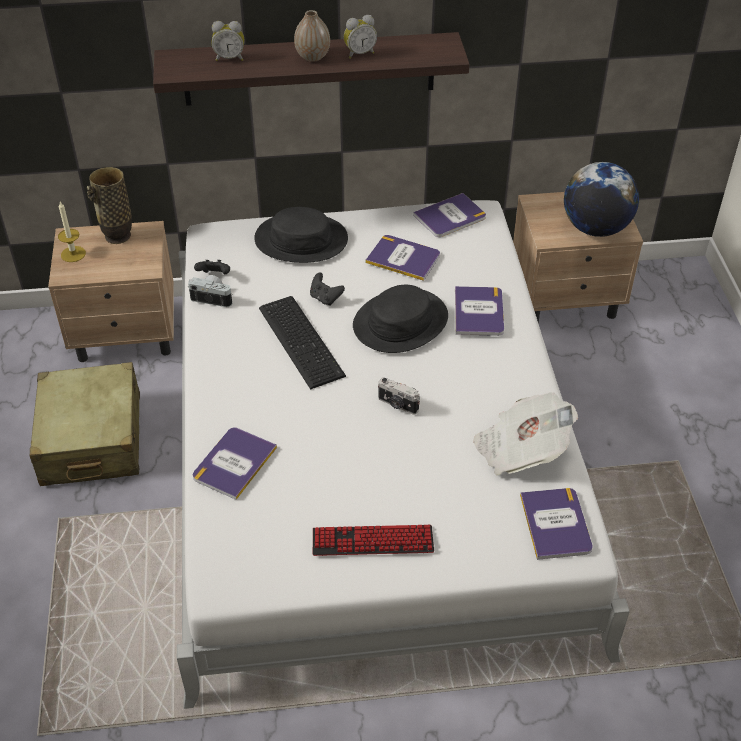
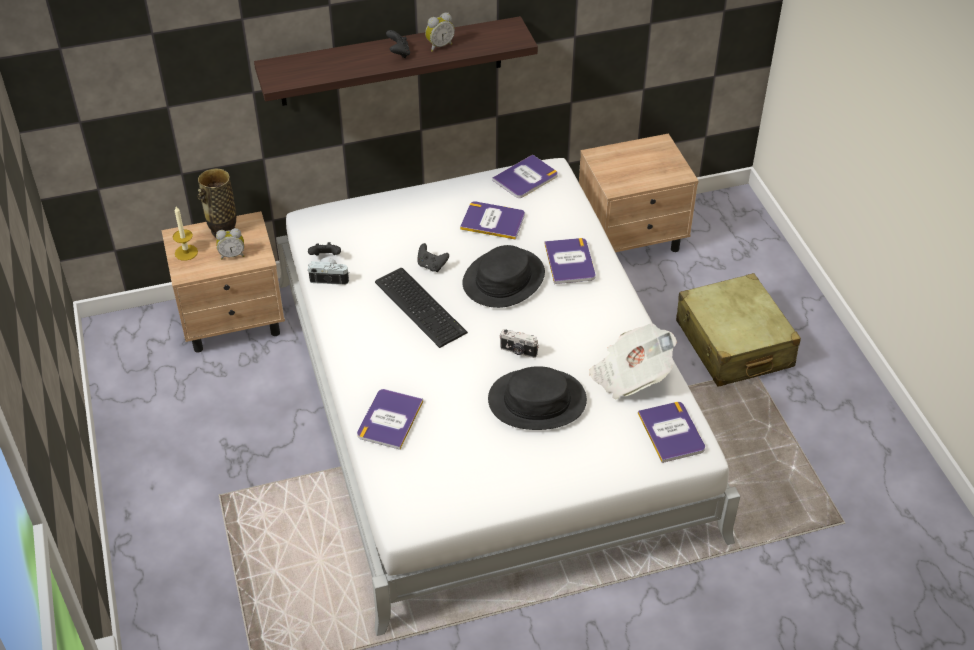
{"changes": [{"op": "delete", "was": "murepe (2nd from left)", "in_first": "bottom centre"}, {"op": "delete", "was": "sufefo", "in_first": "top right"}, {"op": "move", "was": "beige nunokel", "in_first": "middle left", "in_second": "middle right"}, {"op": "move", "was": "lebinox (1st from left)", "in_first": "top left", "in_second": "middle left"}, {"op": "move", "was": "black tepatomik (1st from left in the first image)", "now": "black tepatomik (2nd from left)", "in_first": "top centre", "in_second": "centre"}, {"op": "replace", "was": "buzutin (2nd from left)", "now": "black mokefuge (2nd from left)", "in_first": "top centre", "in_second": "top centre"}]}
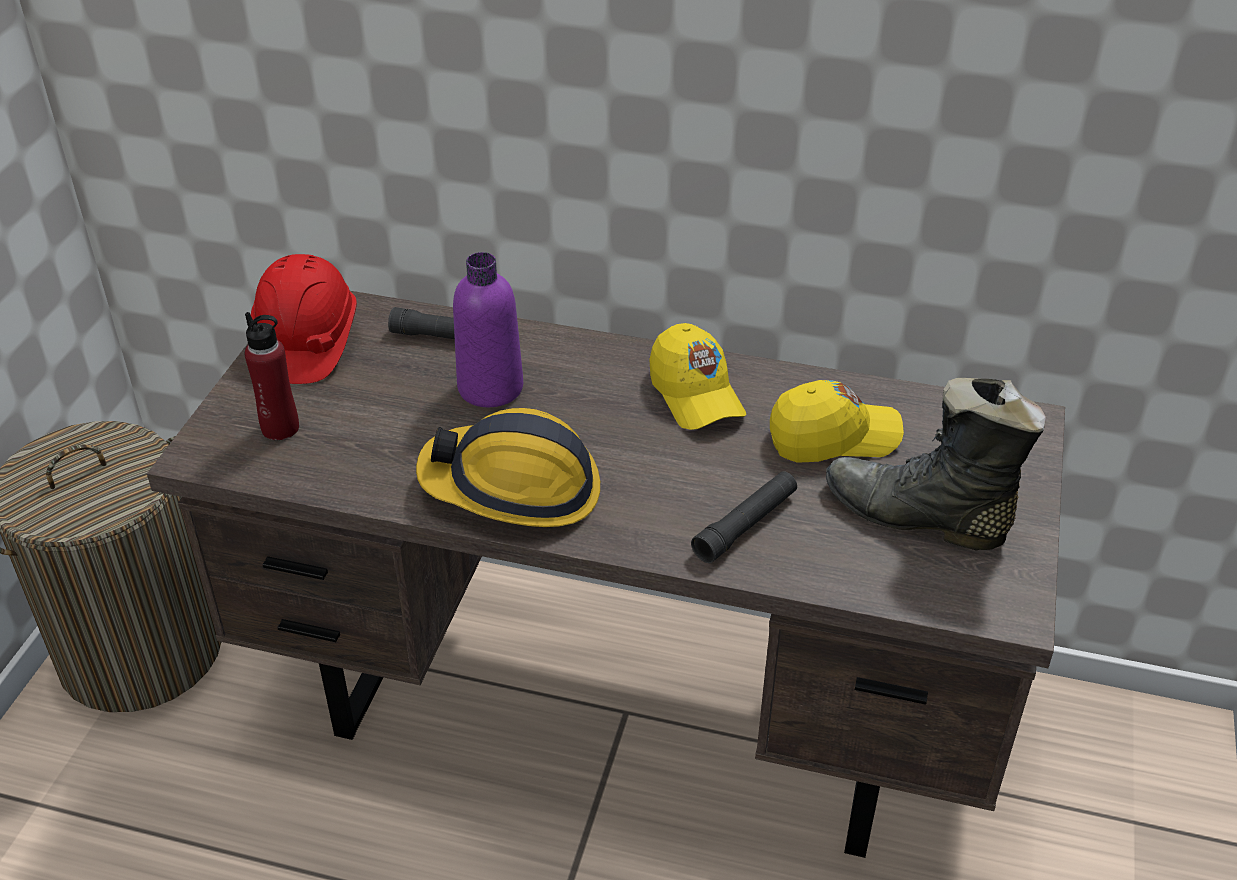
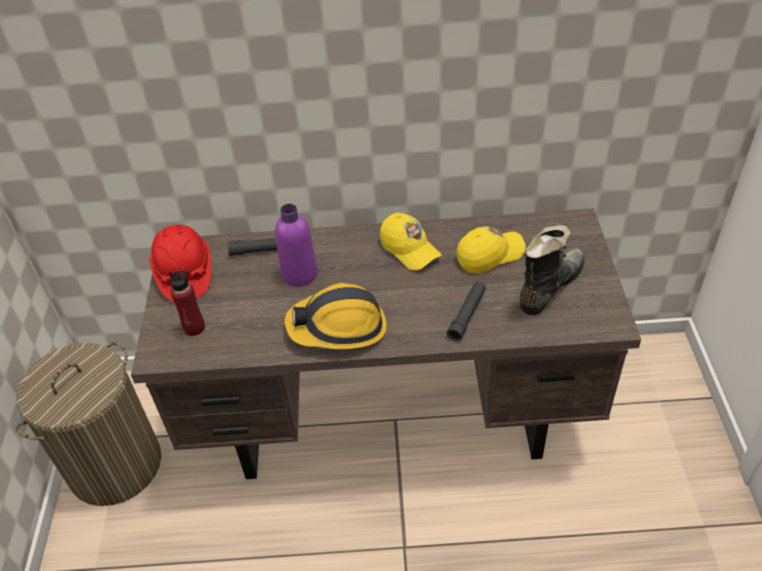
{"changes": [{"op": "rotate", "was": "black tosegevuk", "in_first": "middle right", "in_second": "middle right", "clockwise": 120}]}
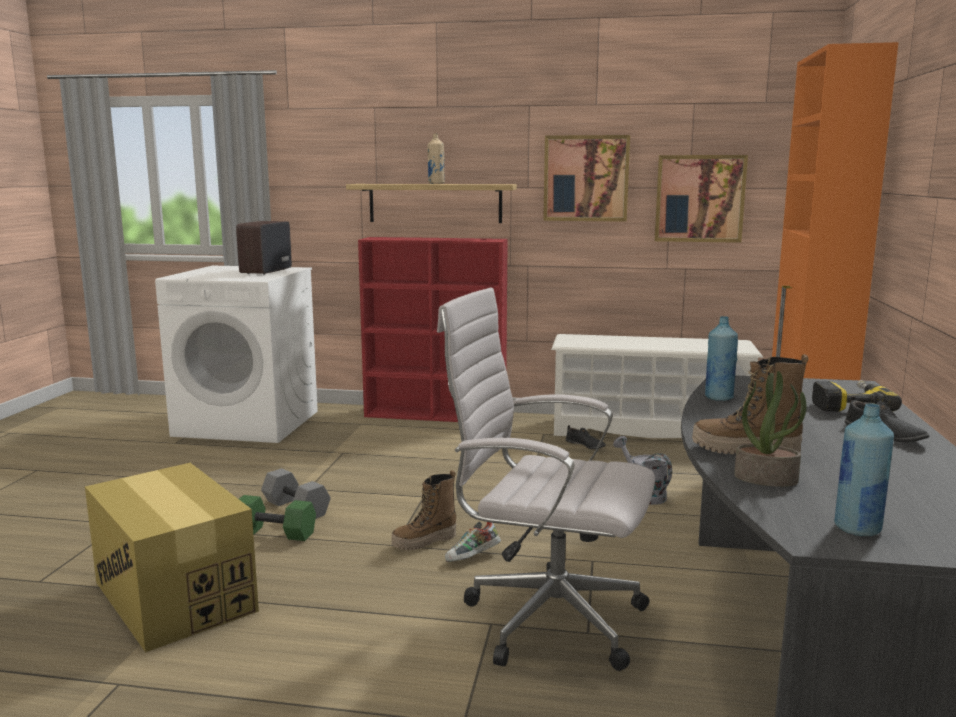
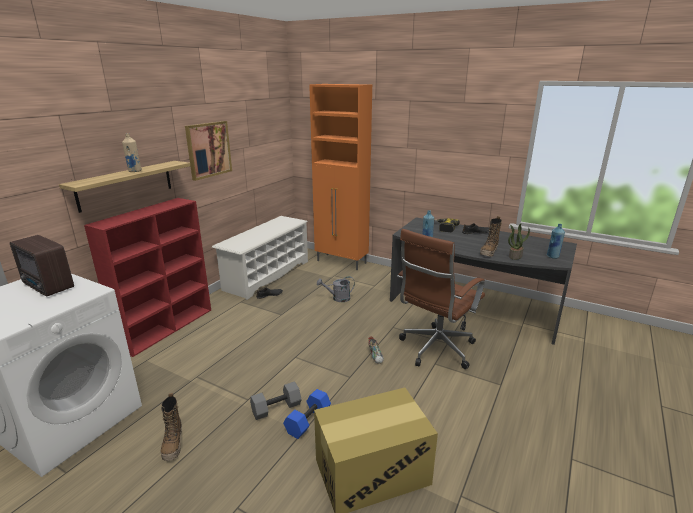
{"changes": [{"op": "delete", "was": "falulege (2nd from left)", "in_first": "top right"}, {"op": "move", "was": "tosegevuk (1st from left)", "in_first": "bottom centre", "in_second": "bottom left"}, {"op": "recolor", "was": "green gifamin", "now": "blue gifamin", "in_first": "bottom left", "in_second": "bottom centre"}, {"op": "recolor", "was": "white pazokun", "now": "brown pazokun", "in_first": "bottom centre", "in_second": "centre"}]}
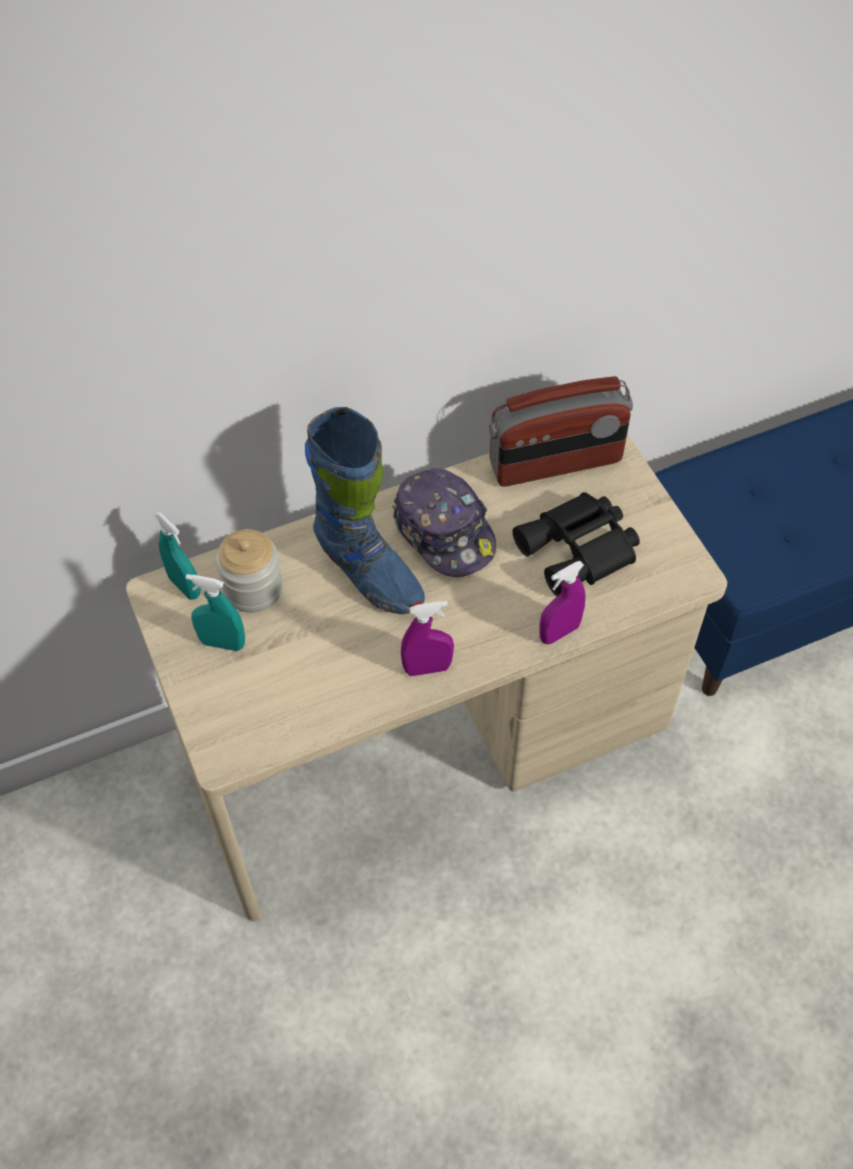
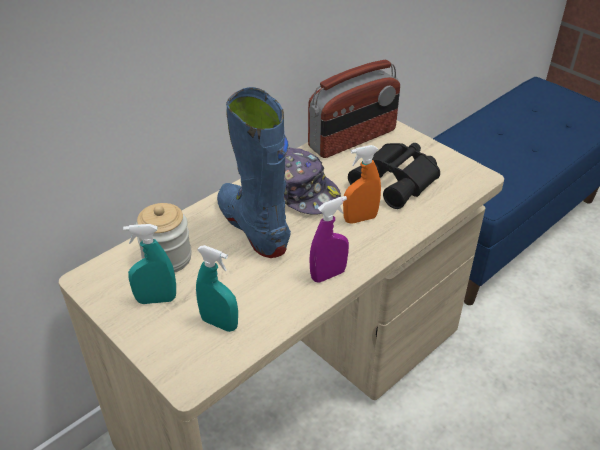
{"changes": [{"op": "delete", "was": "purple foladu (2nd from left)", "in_first": "centre"}, {"op": "insert", "now": "orange foladu", "in_second": "centre"}, {"op": "move", "was": "turquoise foladu (1st from left in the first image)", "now": "turquoise foladu (2nd from left)", "in_first": "middle left", "in_second": "centre"}, {"op": "rotate", "was": "blue tosegevuk", "in_first": "centre", "in_second": "centre", "clockwise": -150}]}
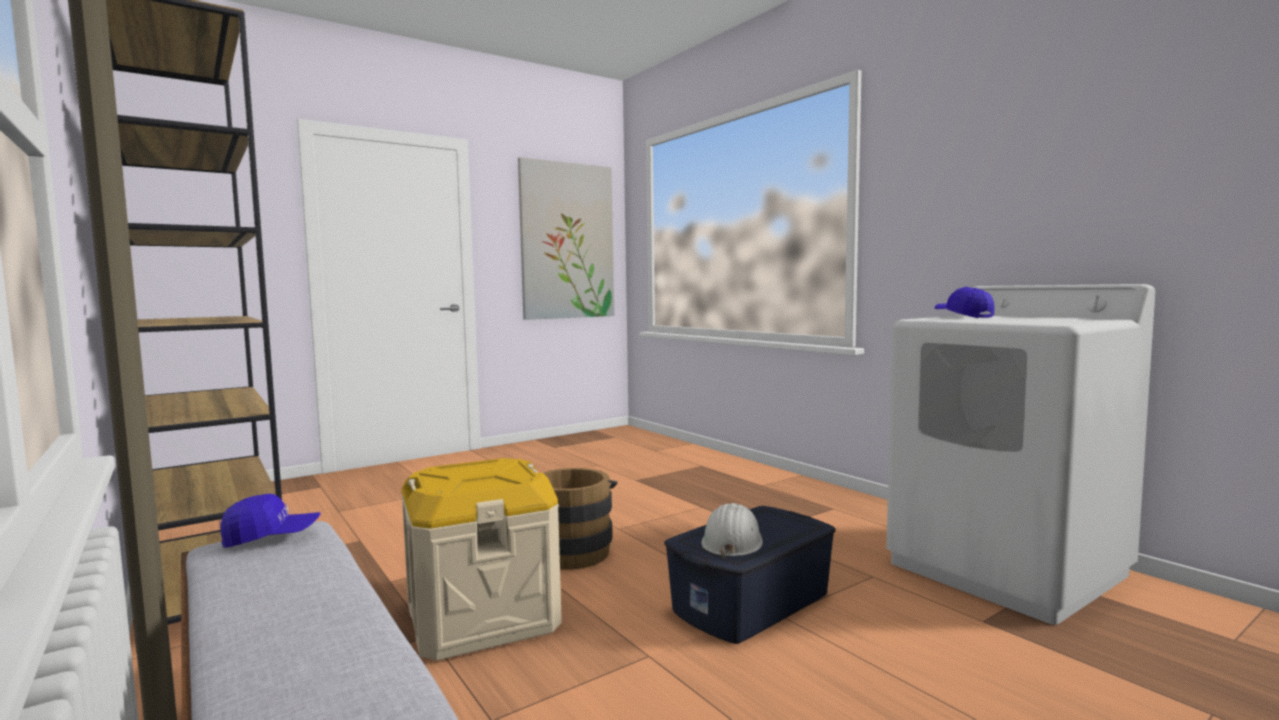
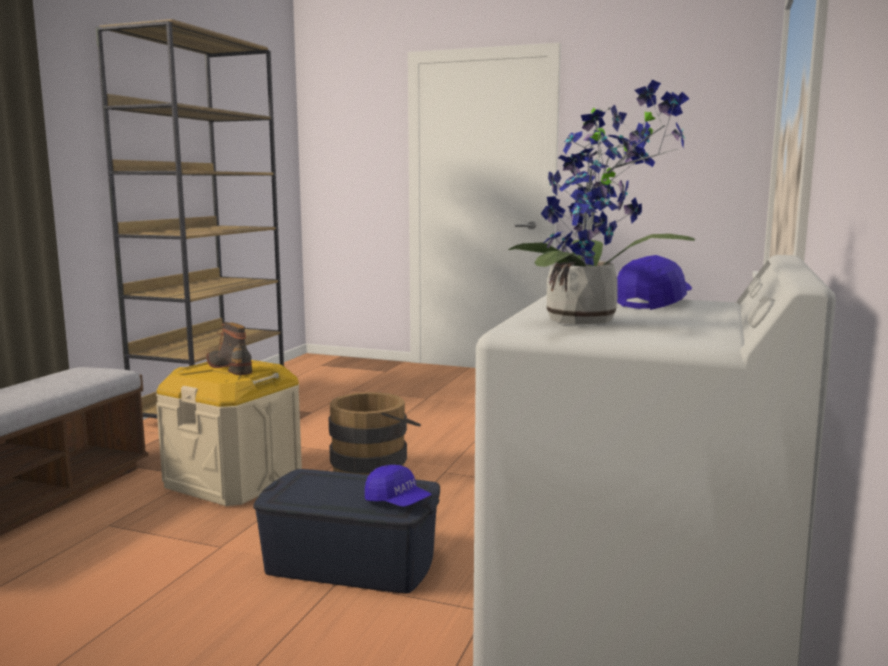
{"changes": [{"op": "delete", "was": "falulege", "in_first": "top centre"}, {"op": "delete", "was": "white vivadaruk", "in_first": "bottom centre"}, {"op": "insert", "now": "tosegevuk", "in_second": "middle left"}, {"op": "insert", "now": "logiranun", "in_second": "top right"}, {"op": "move", "was": "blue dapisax (1st from left)", "in_first": "bottom left", "in_second": "bottom centre"}]}
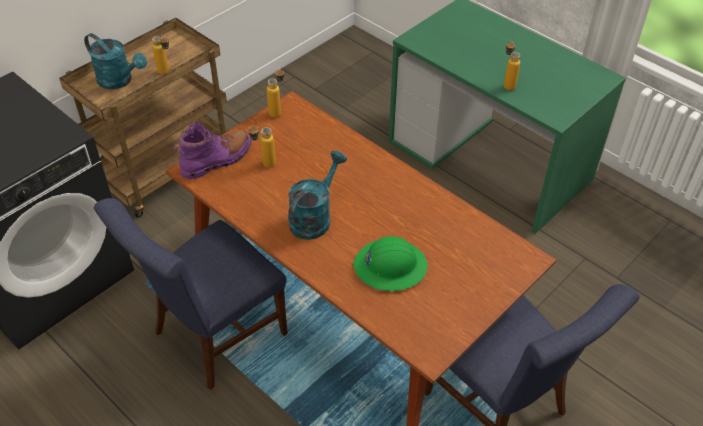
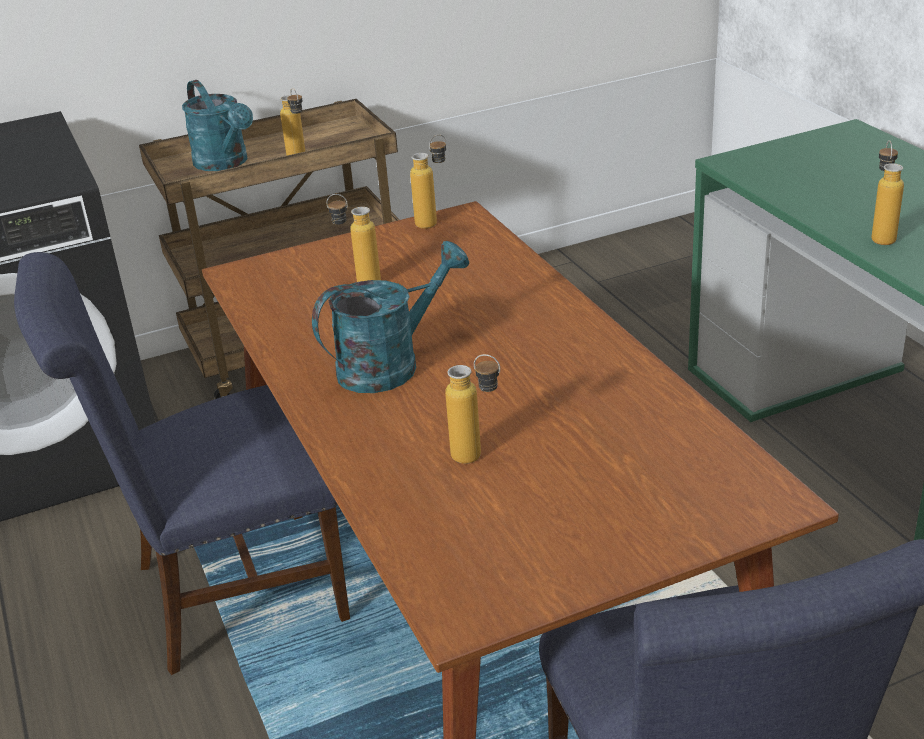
{"changes": [{"op": "delete", "was": "purple tosegevuk", "in_first": "middle left"}, {"op": "replace", "was": "green vivadaruk", "now": "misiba (4th from left)", "in_first": "centre", "in_second": "centre"}]}
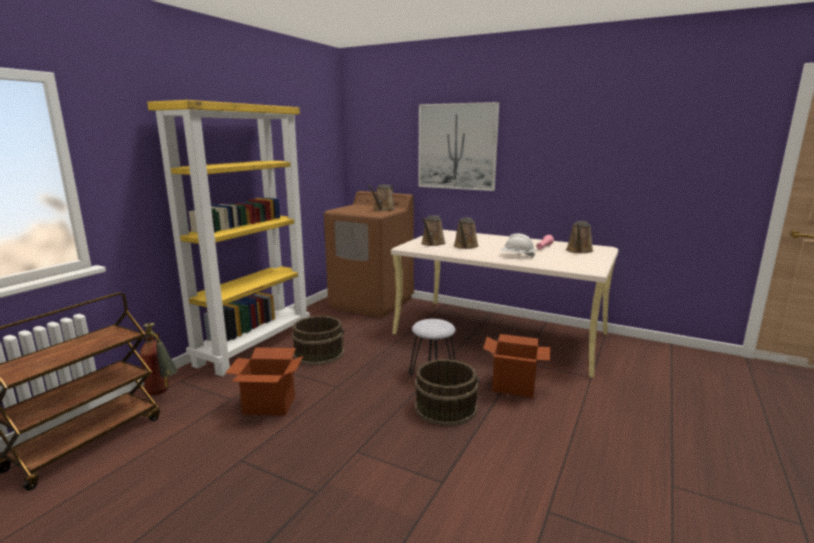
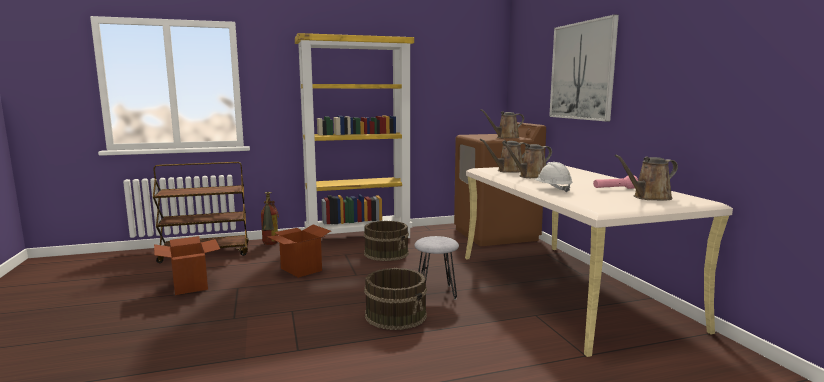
{"changes": [{"op": "move", "was": "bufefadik (2nd from left in the first image)", "now": "bufefadik (1st from left)", "in_first": "bottom centre", "in_second": "bottom left"}]}
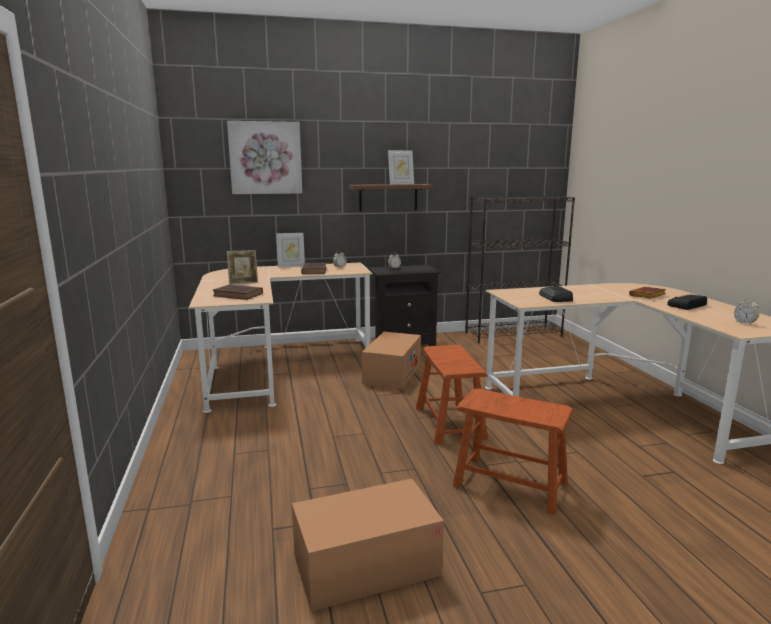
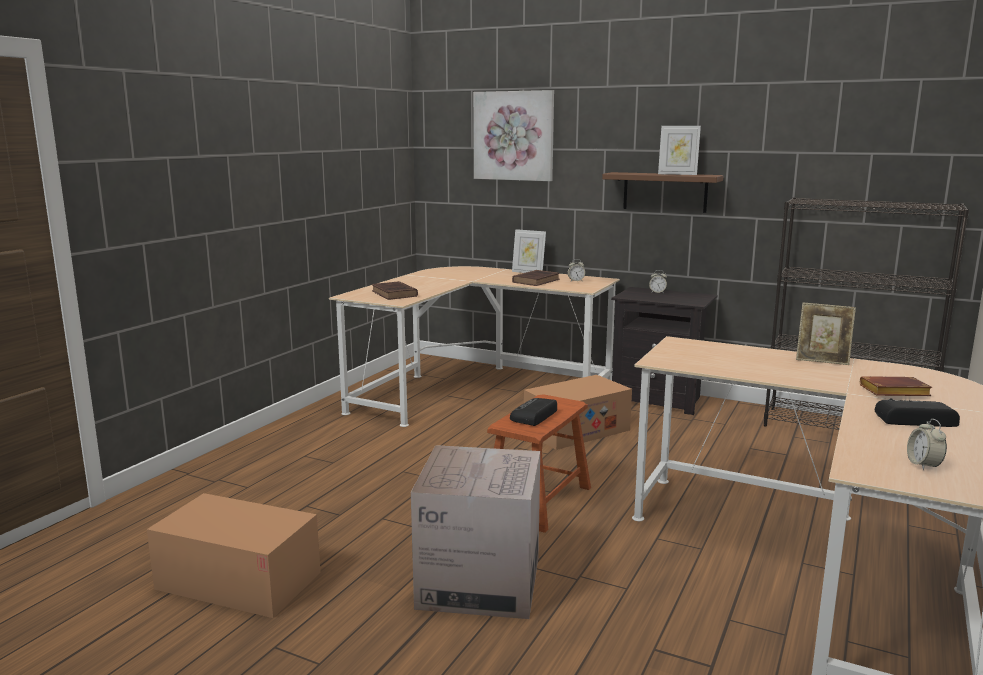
{"changes": [{"op": "move", "was": "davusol (1st from left in the first image)", "now": "davusol (3rd from left)", "in_first": "middle left", "in_second": "middle right"}, {"op": "move", "was": "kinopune (1st from left)", "in_first": "middle right", "in_second": "centre"}, {"op": "replace", "was": "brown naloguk (2nd from left)", "now": "bufefadik (2nd from left)", "in_first": "bottom centre", "in_second": "bottom centre"}]}
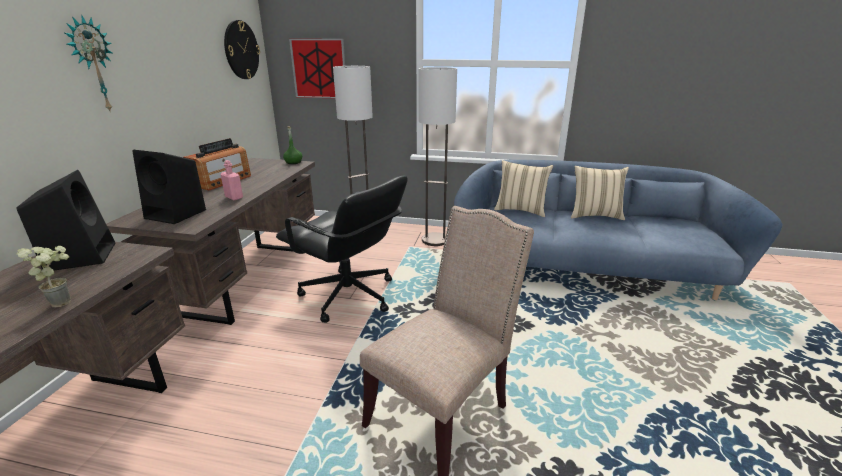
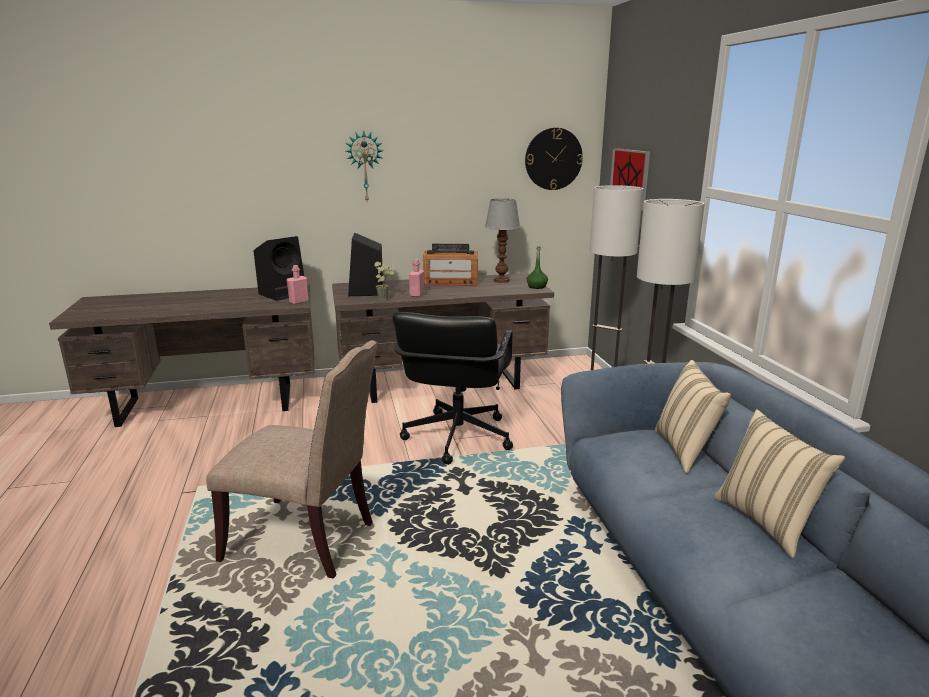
{"changes": [{"op": "insert", "now": "pink misiba (1st from left)", "in_second": "middle left"}, {"op": "insert", "now": "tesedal", "in_second": "centre"}, {"op": "move", "was": "logiranun", "in_first": "middle left", "in_second": "centre"}]}
